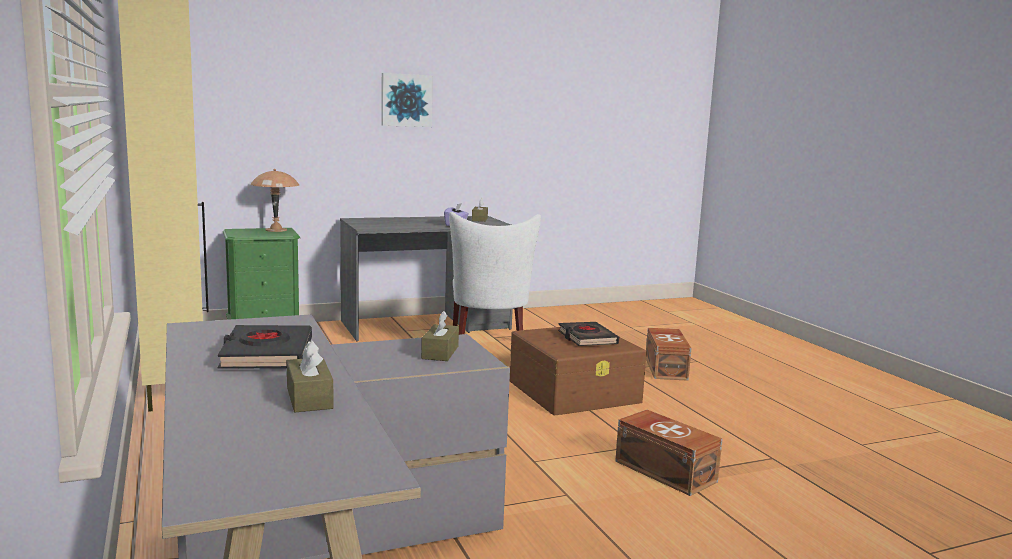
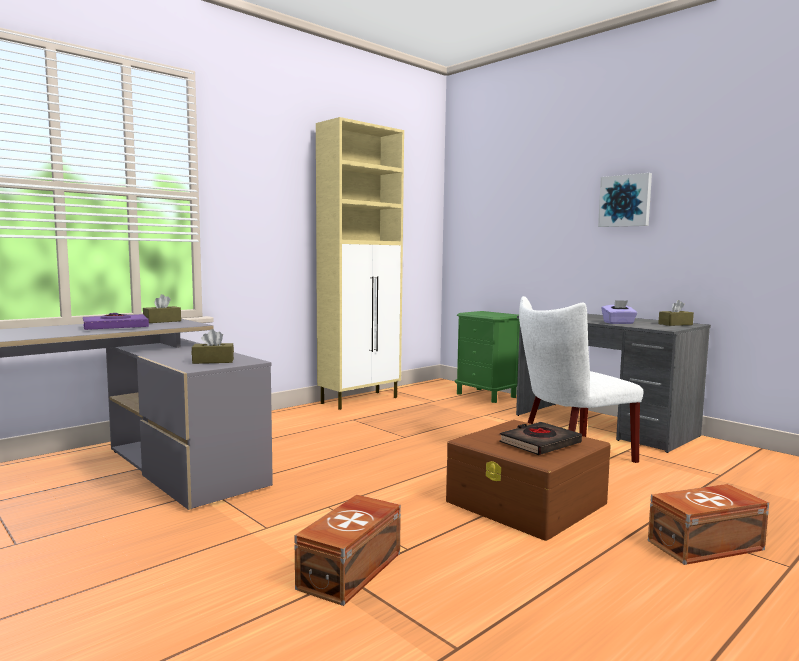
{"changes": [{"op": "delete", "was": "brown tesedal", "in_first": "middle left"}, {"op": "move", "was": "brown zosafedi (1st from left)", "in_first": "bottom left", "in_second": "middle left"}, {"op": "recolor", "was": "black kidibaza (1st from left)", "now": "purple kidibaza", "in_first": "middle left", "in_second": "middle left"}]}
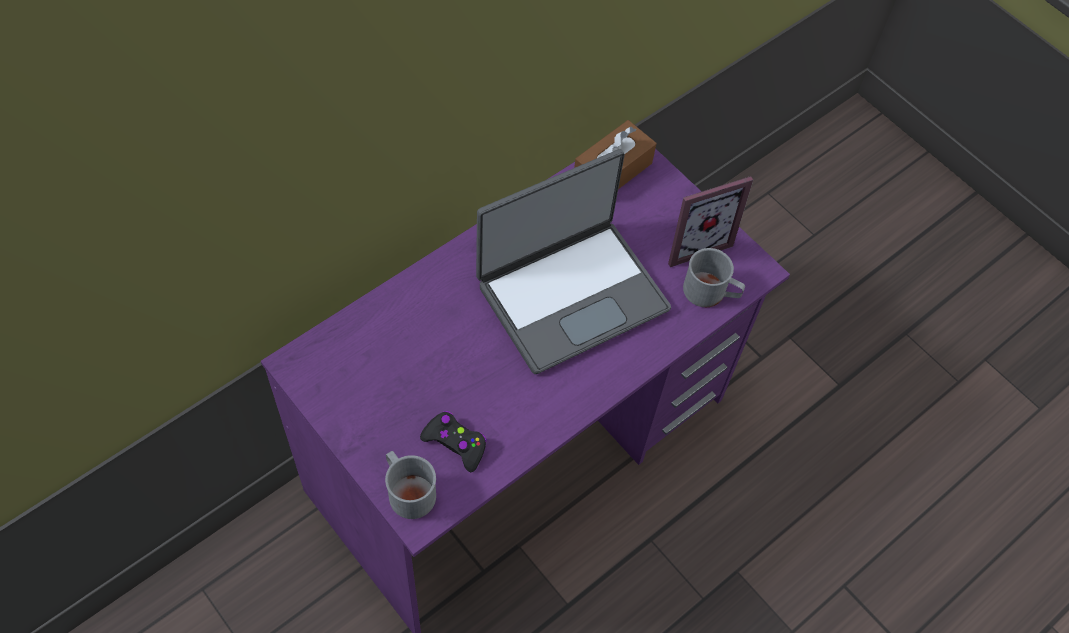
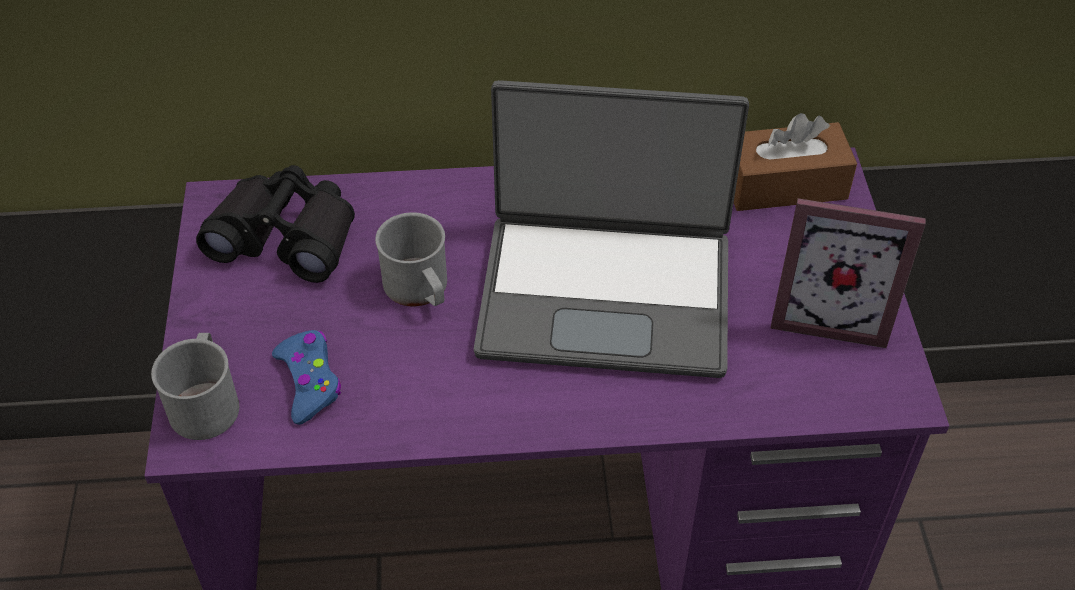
{"changes": [{"op": "insert", "now": "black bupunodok", "in_second": "middle left"}, {"op": "move", "was": "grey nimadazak (2nd from left)", "in_first": "middle right", "in_second": "centre"}, {"op": "recolor", "was": "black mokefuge", "now": "blue mokefuge", "in_first": "bottom centre", "in_second": "middle left"}]}
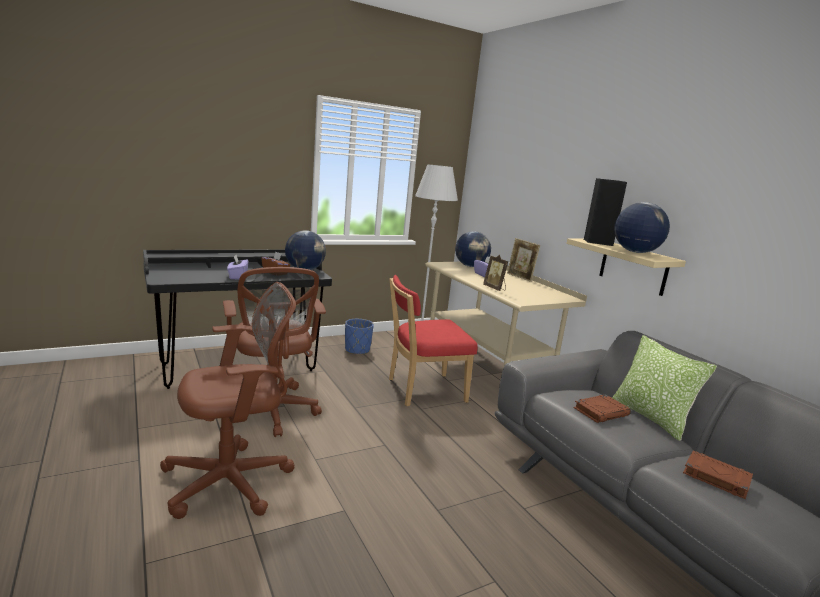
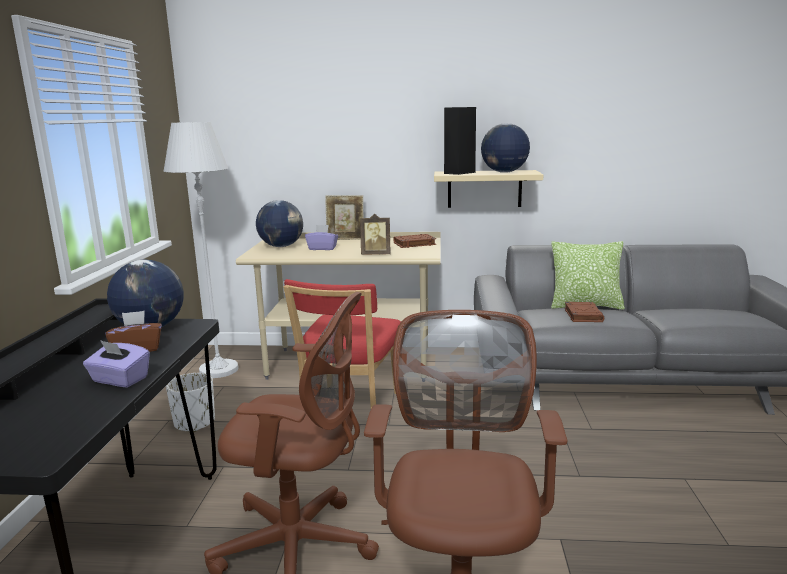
{"changes": [{"op": "move", "was": "brown kidibaza (2nd from left in the first image)", "now": "brown kidibaza (1st from left)", "in_first": "bottom right", "in_second": "centre"}, {"op": "recolor", "was": "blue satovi", "now": "white satovi", "in_first": "centre", "in_second": "bottom left"}]}
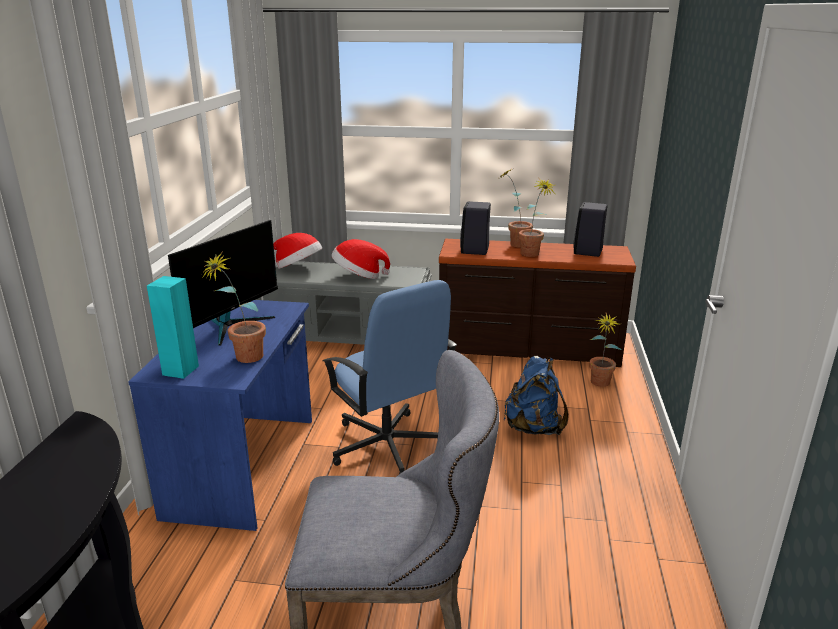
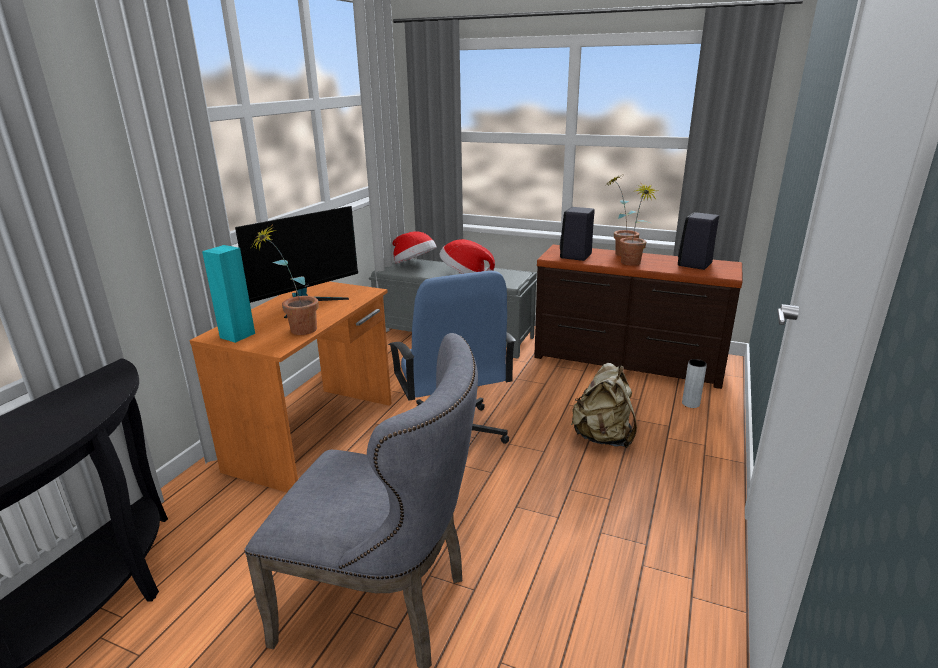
{"changes": [{"op": "replace", "was": "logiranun (4th from left)", "now": "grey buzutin", "in_first": "middle right", "in_second": "middle right"}, {"op": "recolor", "was": "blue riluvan", "now": "orange riluvan", "in_first": "middle left", "in_second": "middle left"}, {"op": "recolor", "was": "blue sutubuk", "now": "beige sutubuk", "in_first": "centre", "in_second": "centre"}]}
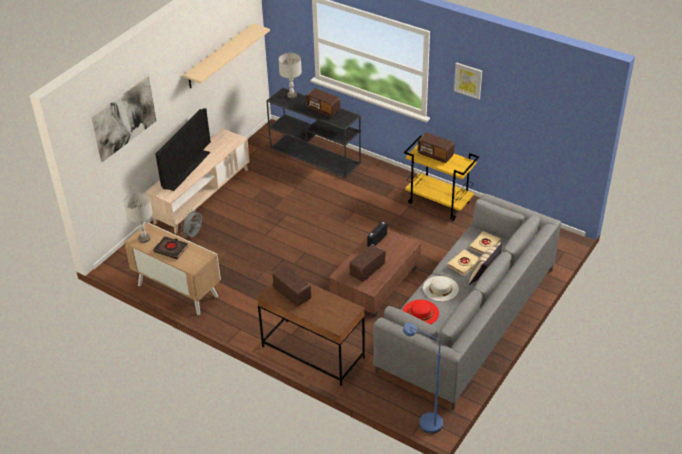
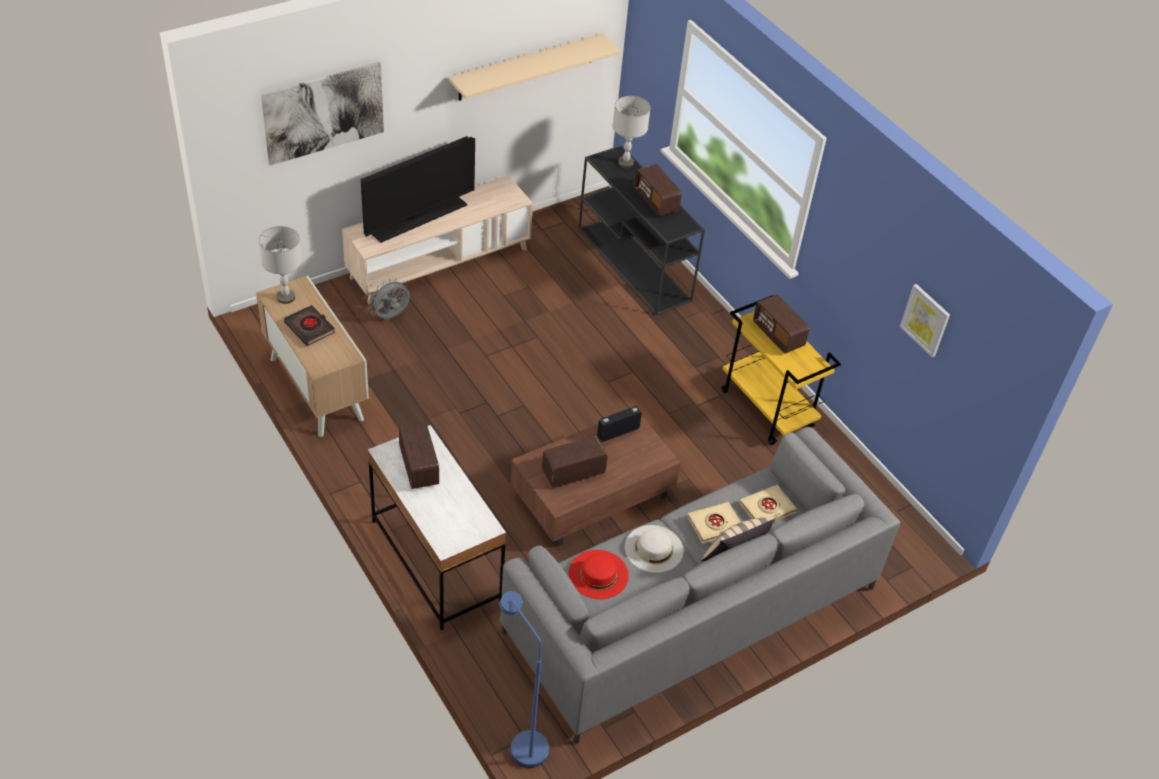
{"changes": [{"op": "move", "was": "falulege (2nd from left)", "in_first": "top right", "in_second": "middle right"}, {"op": "recolor", "was": "brown riluvan", "now": "white riluvan", "in_first": "bottom centre", "in_second": "bottom centre"}]}
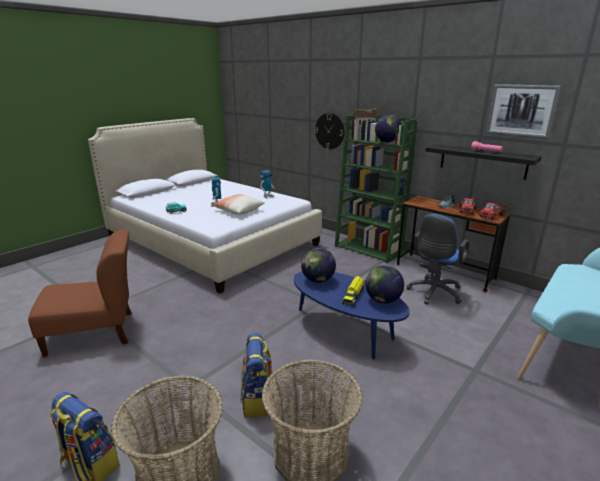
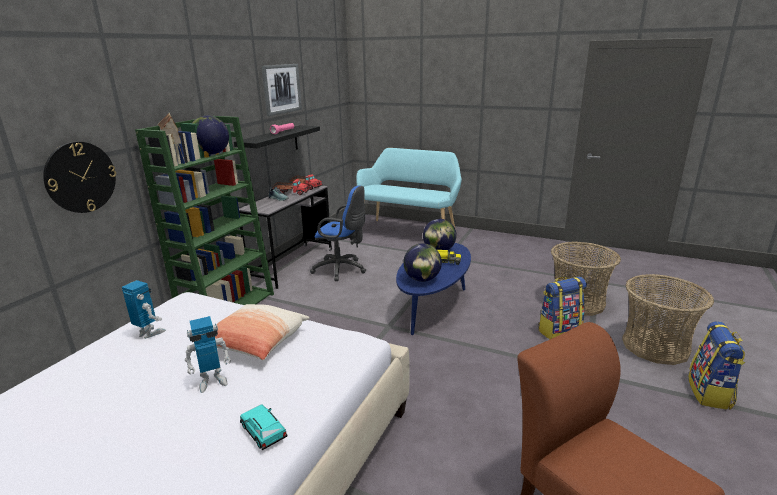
{"changes": [{"op": "recolor", "was": "brown riluvan", "now": "grey riluvan", "in_first": "middle right", "in_second": "centre"}]}
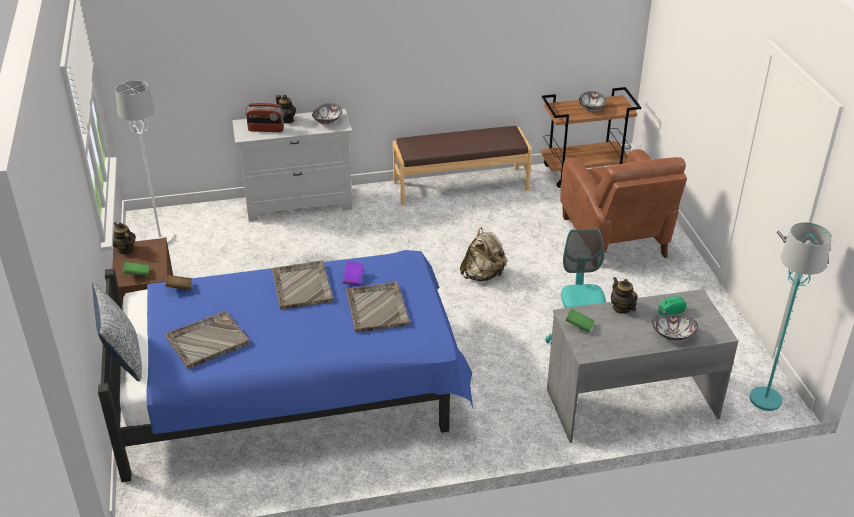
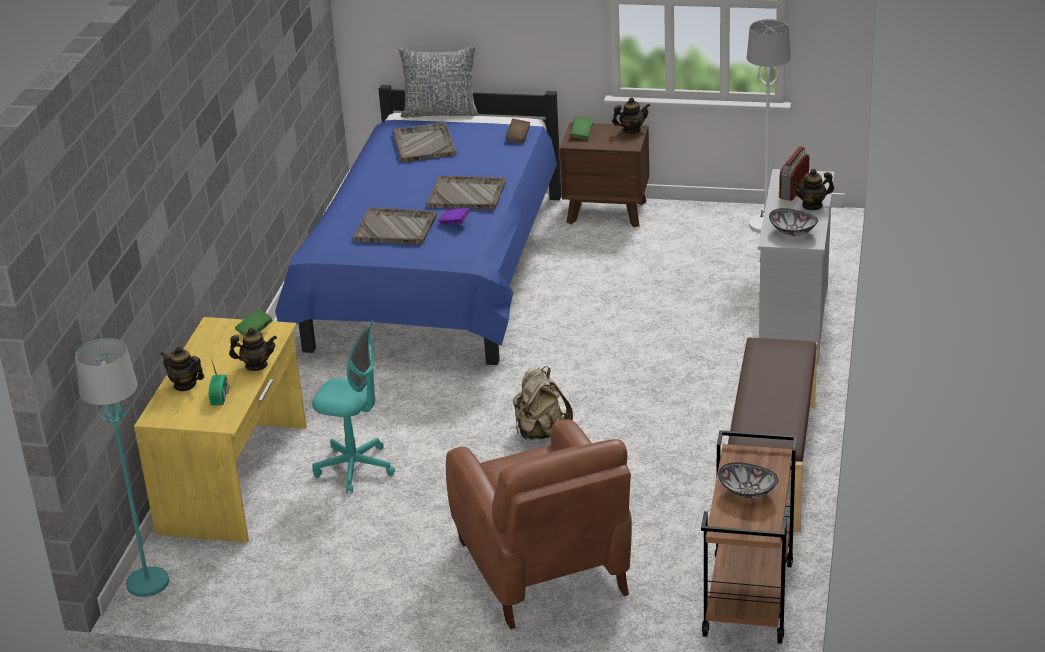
{"changes": [{"op": "replace", "was": "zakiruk (3rd from left)", "now": "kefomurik (1st from left)", "in_first": "middle right", "in_second": "middle left"}, {"op": "recolor", "was": "grey riluvan", "now": "yellow riluvan", "in_first": "bottom right", "in_second": "middle left"}, {"op": "rotate", "was": "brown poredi", "in_first": "middle right", "in_second": "bottom centre", "clockwise": -120}]}
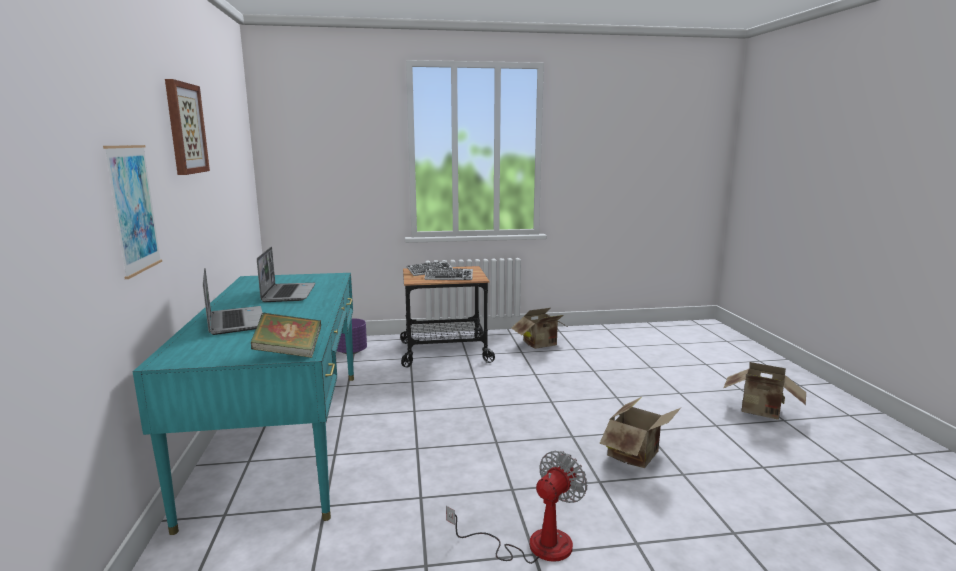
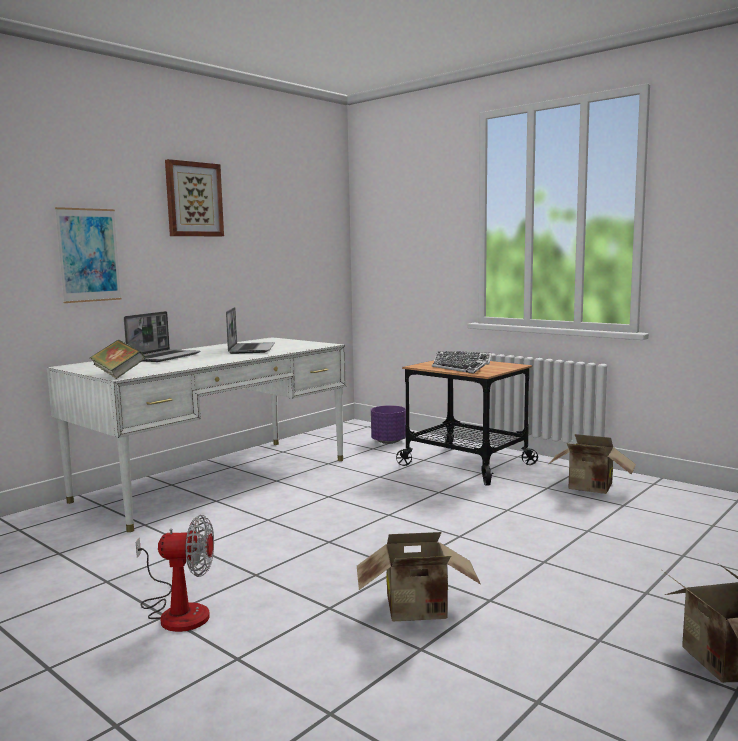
{"changes": [{"op": "recolor", "was": "turquoise riluvan", "now": "white riluvan", "in_first": "bottom left", "in_second": "middle left"}, {"op": "rotate", "was": "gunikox (2nd from left)", "in_first": "middle left", "in_second": "centre", "clockwise": -45}]}
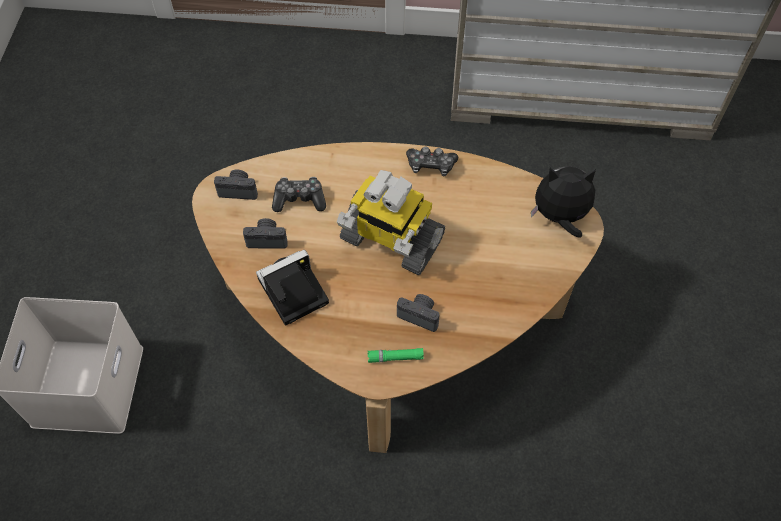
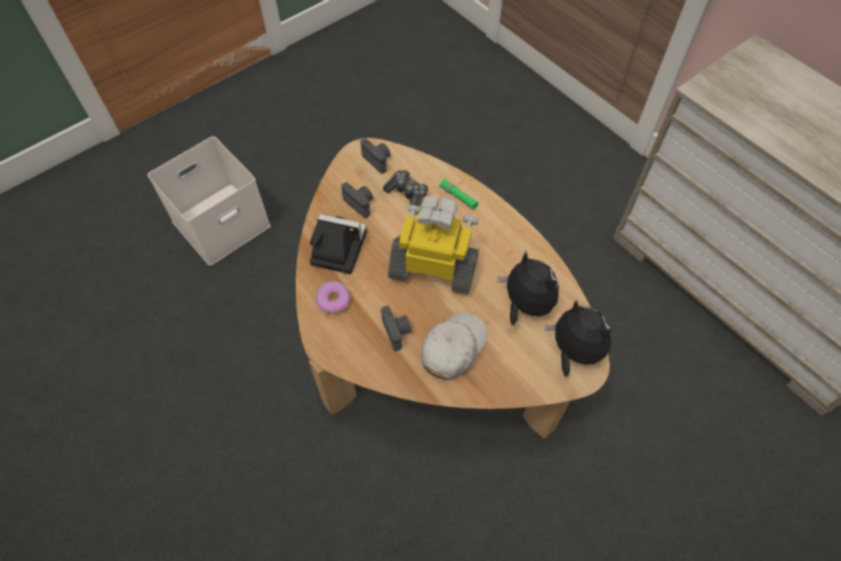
{"changes": [{"op": "delete", "was": "mokefuge (2nd from left)", "in_first": "top centre"}, {"op": "insert", "now": "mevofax", "in_second": "centre"}, {"op": "insert", "now": "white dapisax", "in_second": "centre"}, {"op": "insert", "now": "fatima (1st from left)", "in_second": "centre"}, {"op": "move", "was": "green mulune", "in_first": "bottom centre", "in_second": "centre"}, {"op": "rotate", "was": "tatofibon", "in_first": "centre", "in_second": "centre", "clockwise": 120}]}
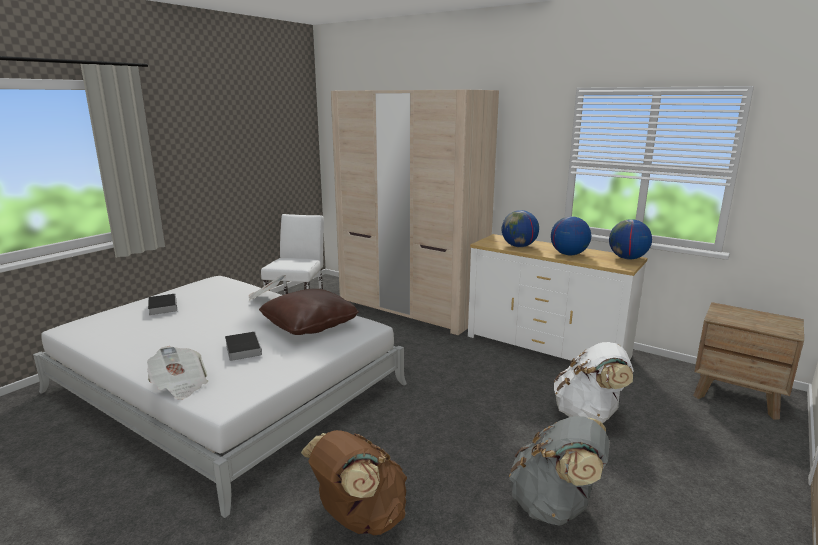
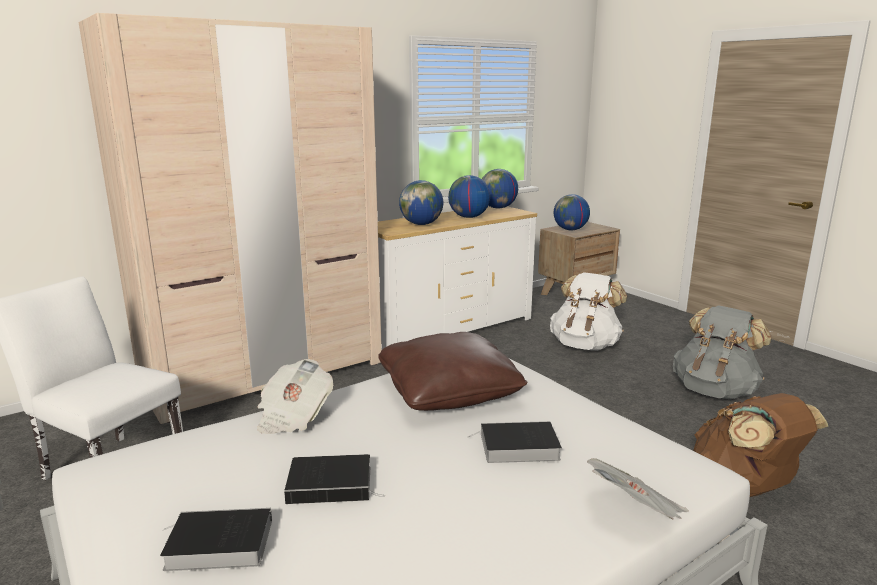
{"changes": [{"op": "insert", "now": "kidibaza (2nd from left)", "in_second": "bottom centre"}, {"op": "insert", "now": "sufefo (4th from left)", "in_second": "centre"}]}
